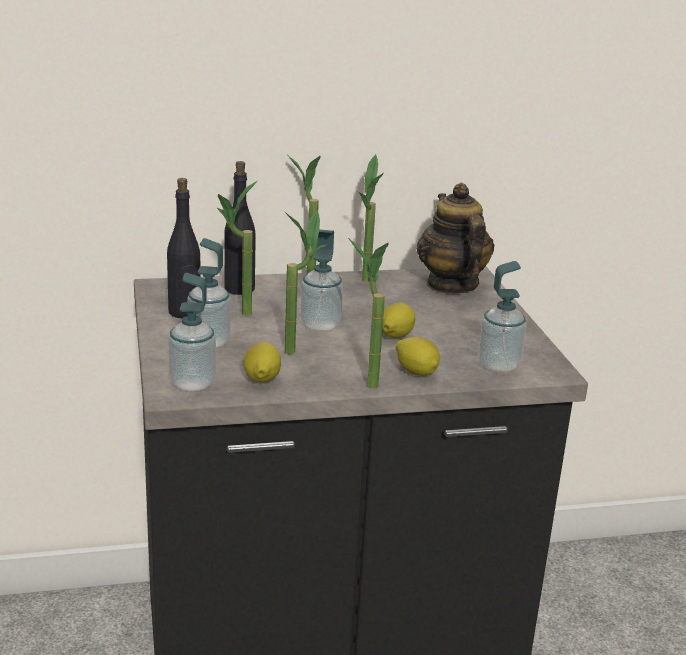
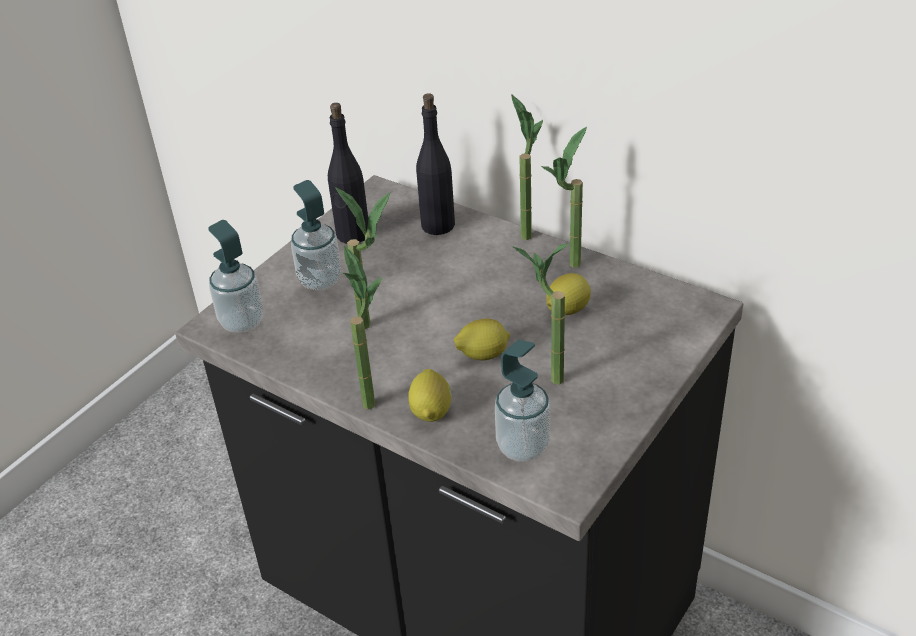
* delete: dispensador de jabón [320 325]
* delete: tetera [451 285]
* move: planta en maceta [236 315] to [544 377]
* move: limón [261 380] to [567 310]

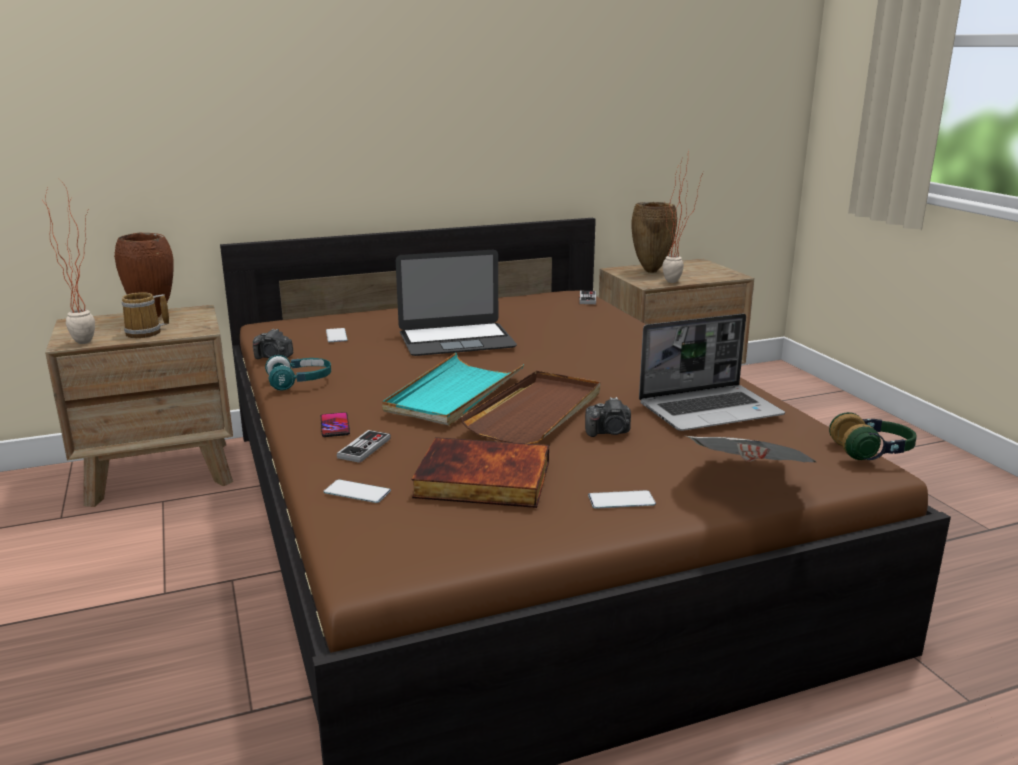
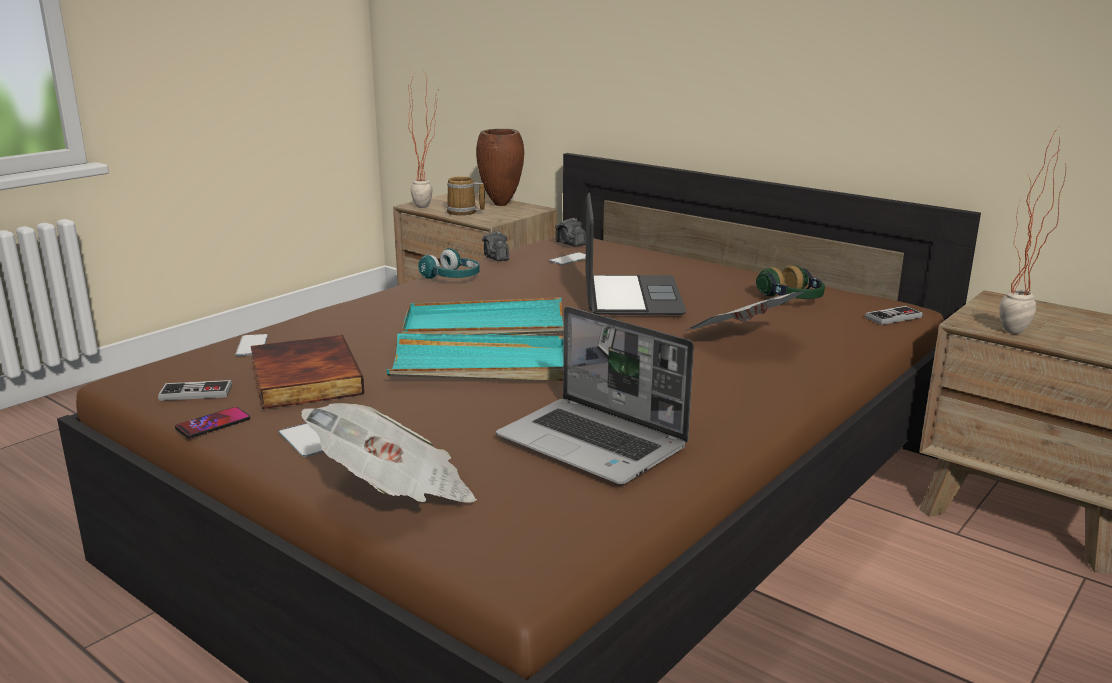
* delete: florero/marrón [651 271]
* insert: periódico [740 340]
* move: móvil [335 426] to [213 424]
* move: mando de consola [364 448] to [196 393]
* move: cámara [609 432] to [570 244]
* move: auriculares [872 452] to [792 300]
* recolor: bandeja/marrón [537 412] to bandeja/turquesa [480 365]
* rotate: portátil [456 339] = [631 296] 135 degrees counterclockwise

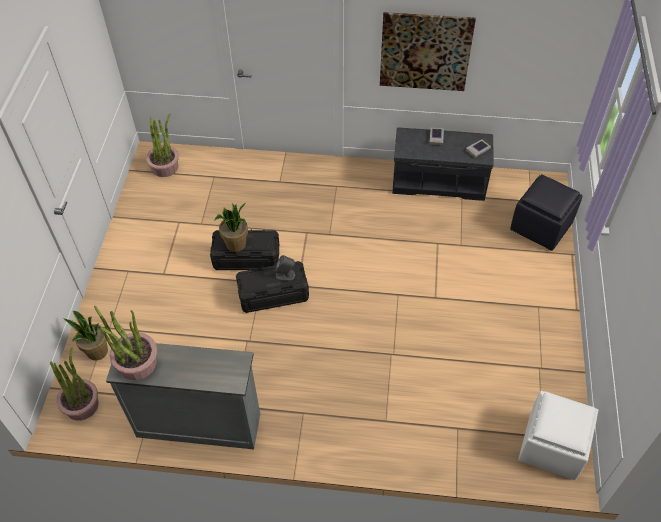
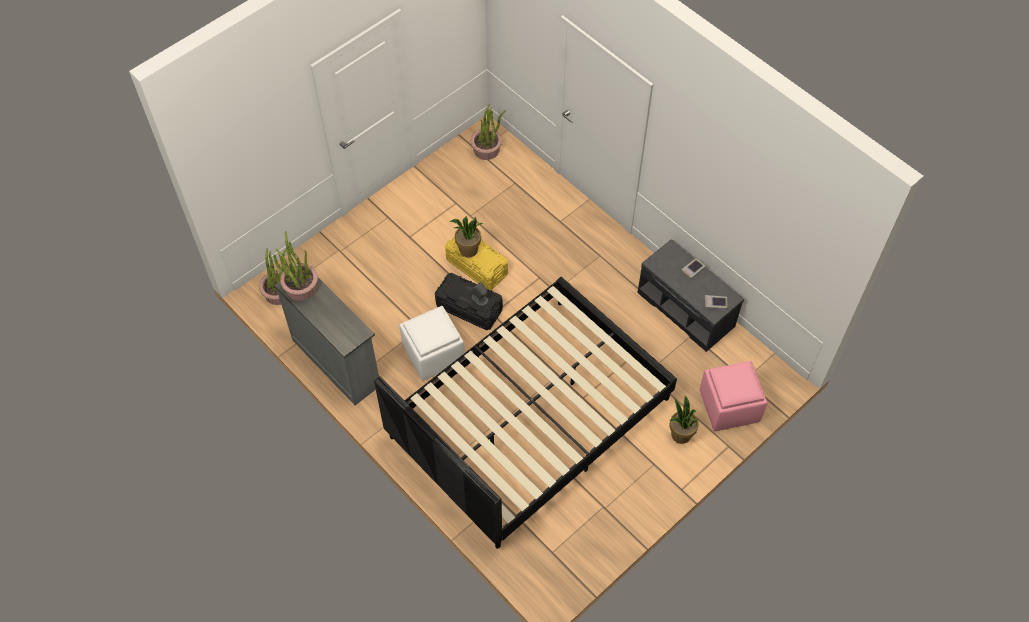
* delete: cuadro [425 52]
* insert: cama/negro [529 417]
* move: planta en maceta [97 351] to [680 435]
* move: puf/blanco [552 447] to [433 354]
* recolor: caja de almacenaje/negro [246 258] to caja de almacenaje/amarillo [476 266]
* recolor: puf/negro [542 226] to puf/rosa [730 406]

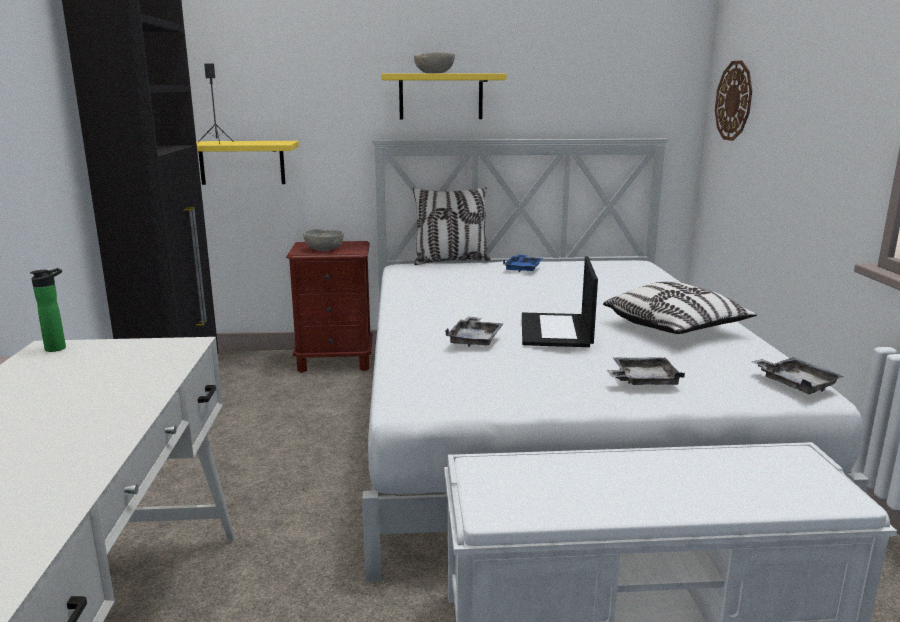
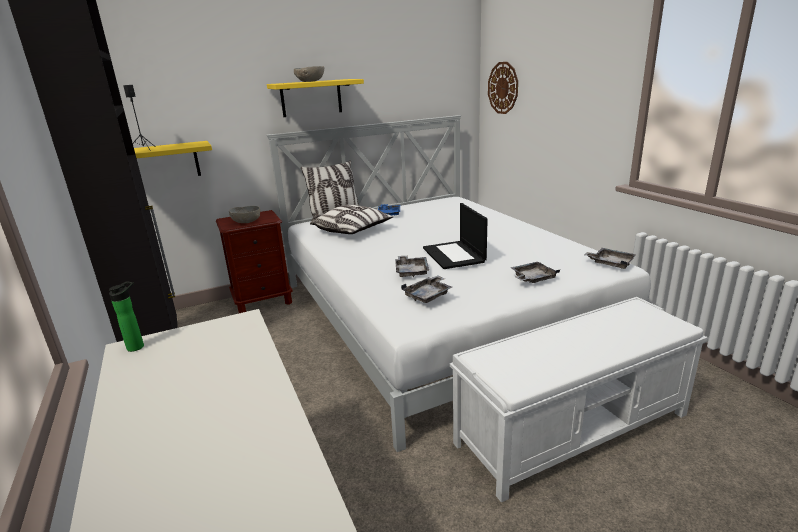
* insert: bandeja/gris [428 295]
* move: cojín [676 328] to [353 231]

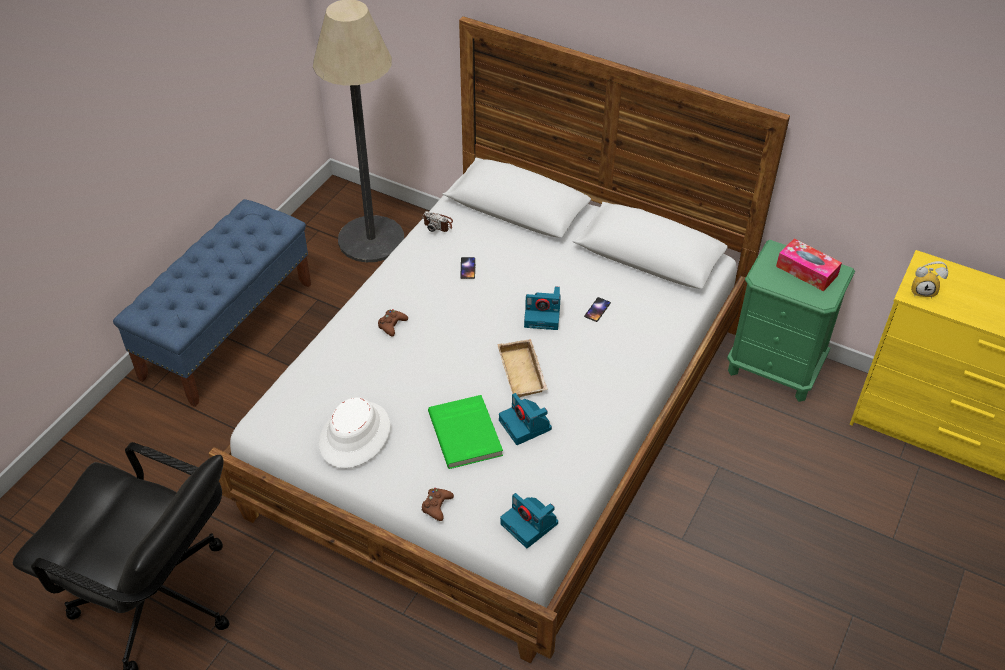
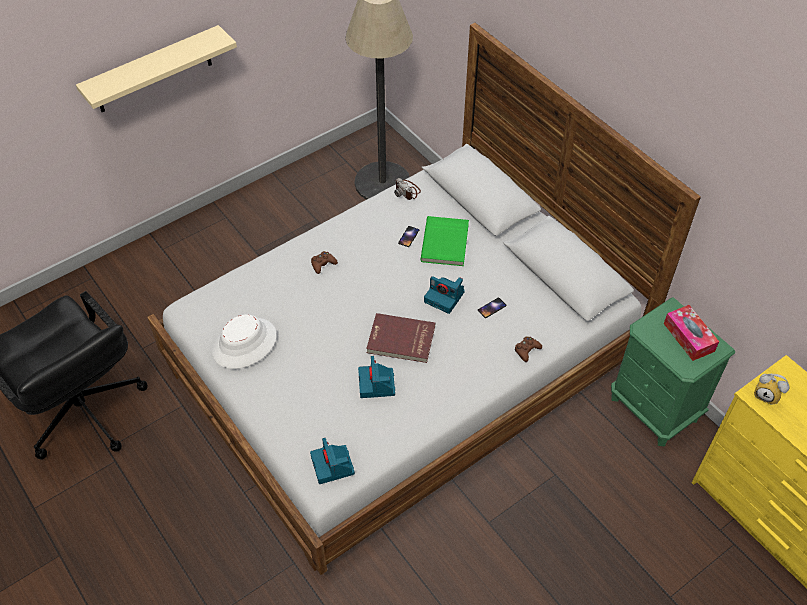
* delete: banco/azul [228 329]
* insert: estante/beis [153 70]
* move: mando de consola/marrón [436 506] to [526 350]
* move: libro/verde [466 433] to [446 243]
* replace: bandeja/beis [524 373] to libro/rojo [400 340]

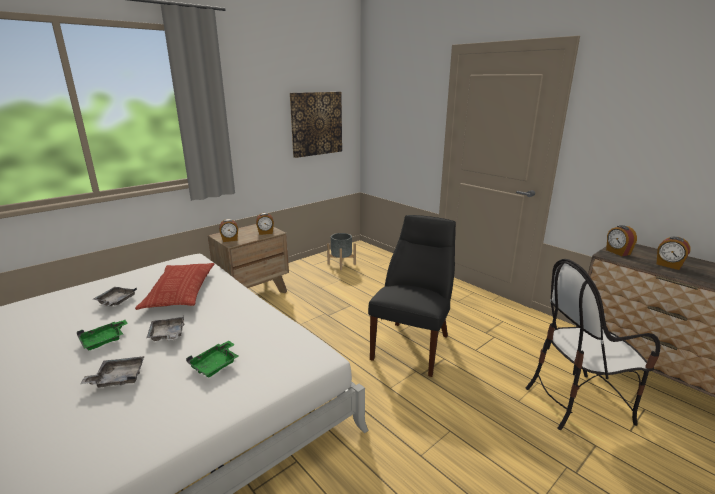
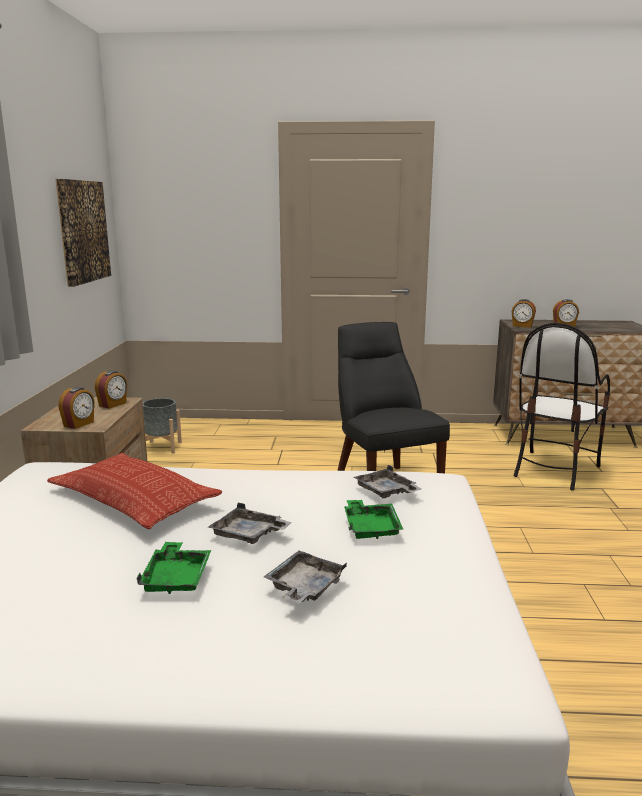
* move: bandeja/gris [115 301] to [386 492]

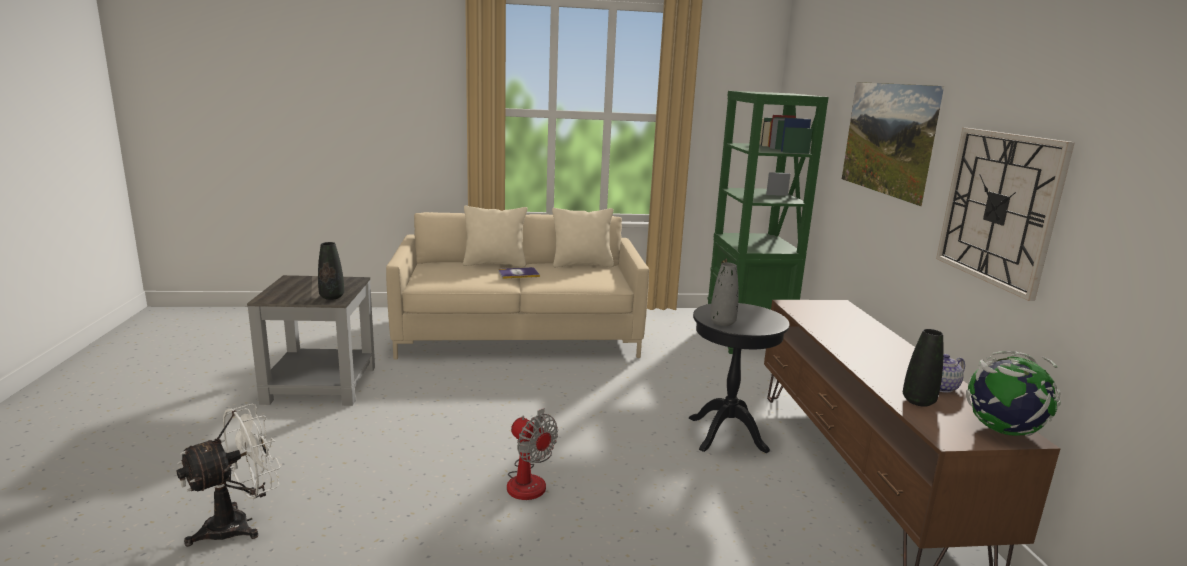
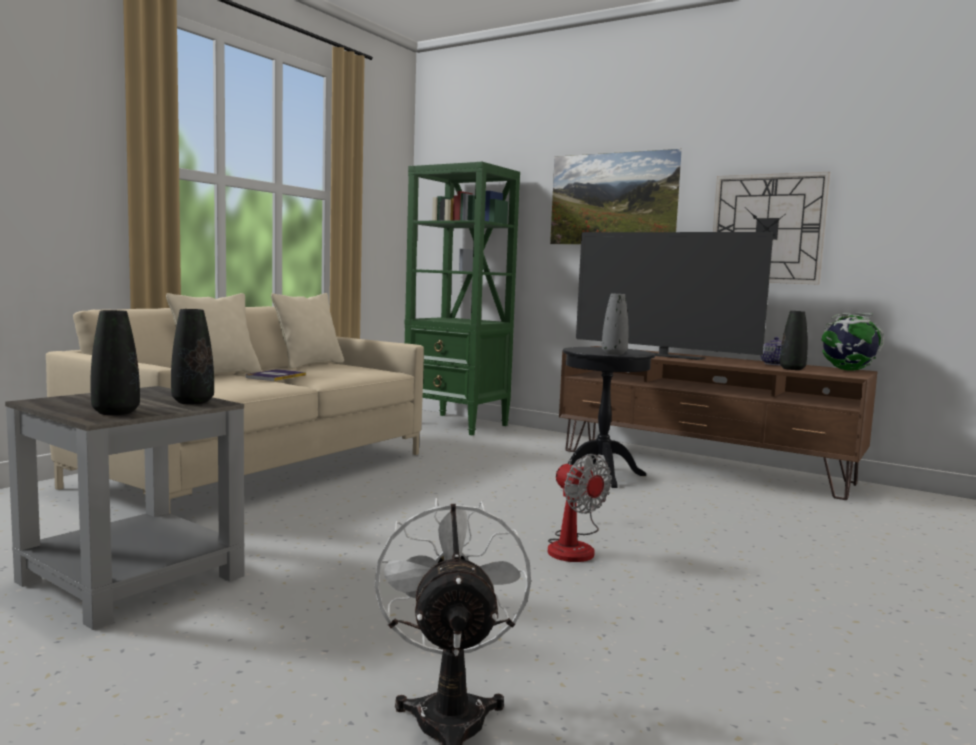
* insert: florero/negro [116 412]
* insert: televisor [662 356]
* rotate: ventilador [529 479] = [574 546] 60 degrees clockwise

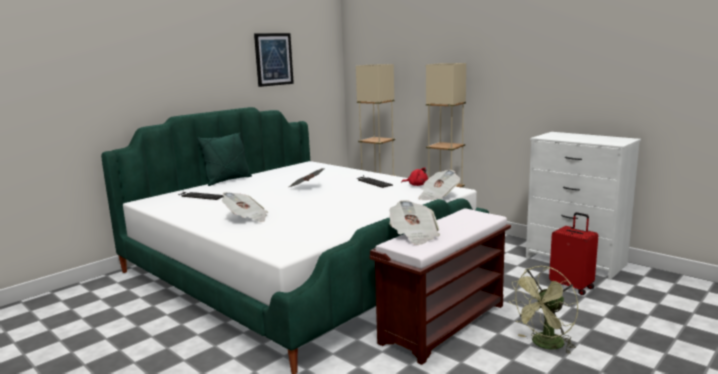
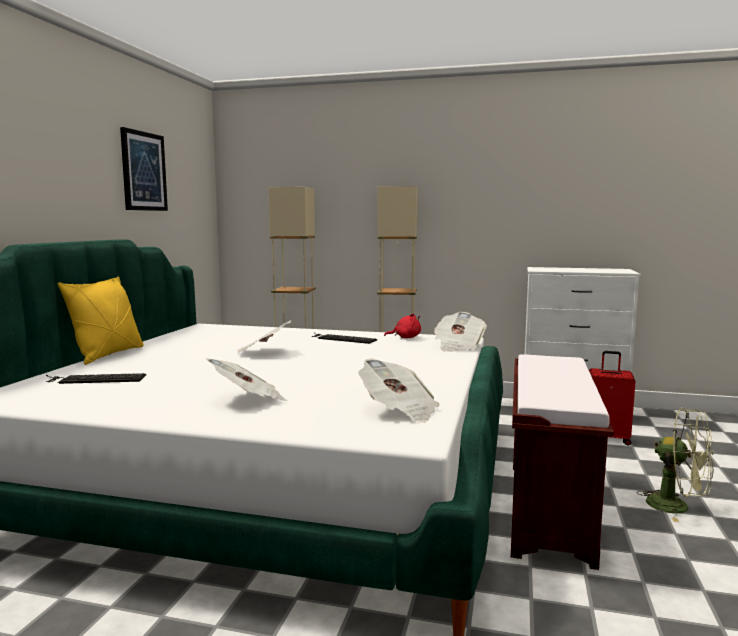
* move: periódico [414 235] to [399 411]
* recolor: cojín/verde [227 180] to cojín/amarillo [108 355]
* rotate: ventilador/verde [544 345] = [677 507] 75 degrees counterclockwise

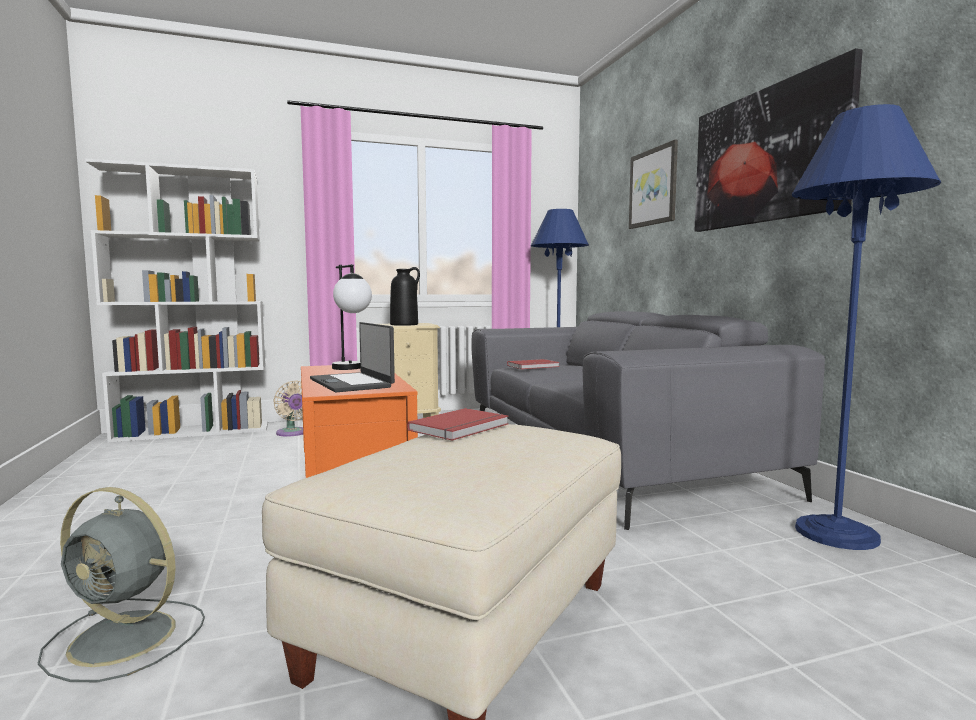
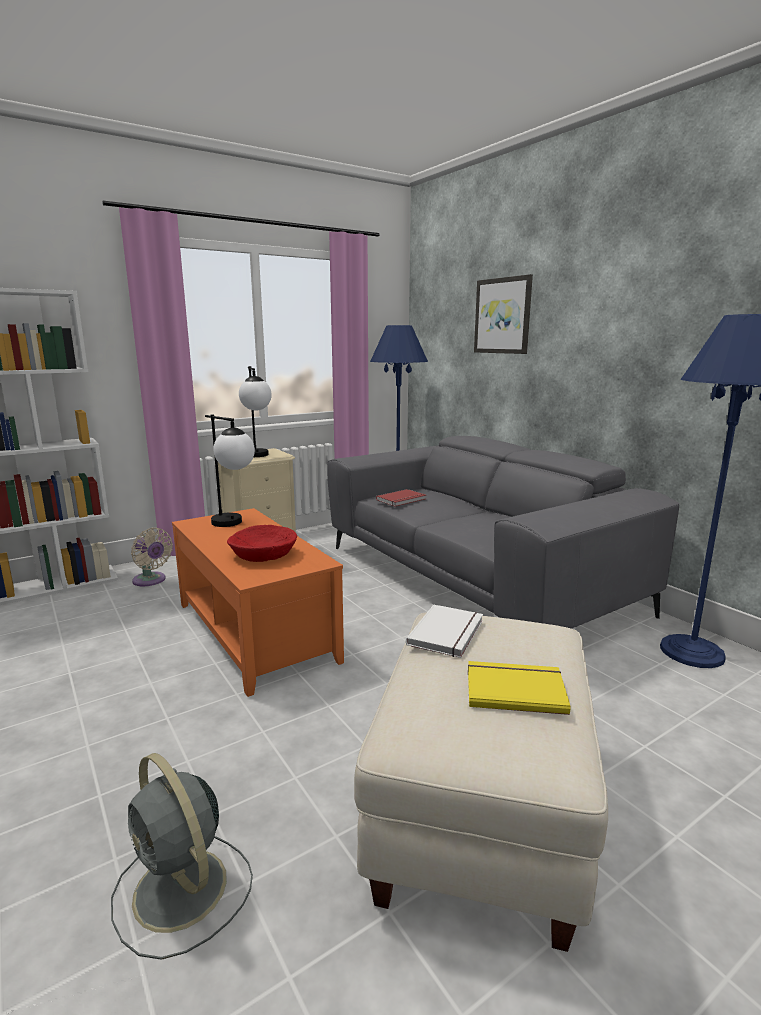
* delete: cuadro [767 156]
* insert: libro/amarillo [514 689]
* replace: portátil [352 383] to cuenco/rojo [264 555]
* replace: florero/negro [404 324] to lámpara de mesa [258 456]
* recolor: libro/rojo [461 428] to libro/blanco [448 633]
* rotate: ventilador/gris [126 638] = [182 891] 45 degrees clockwise

